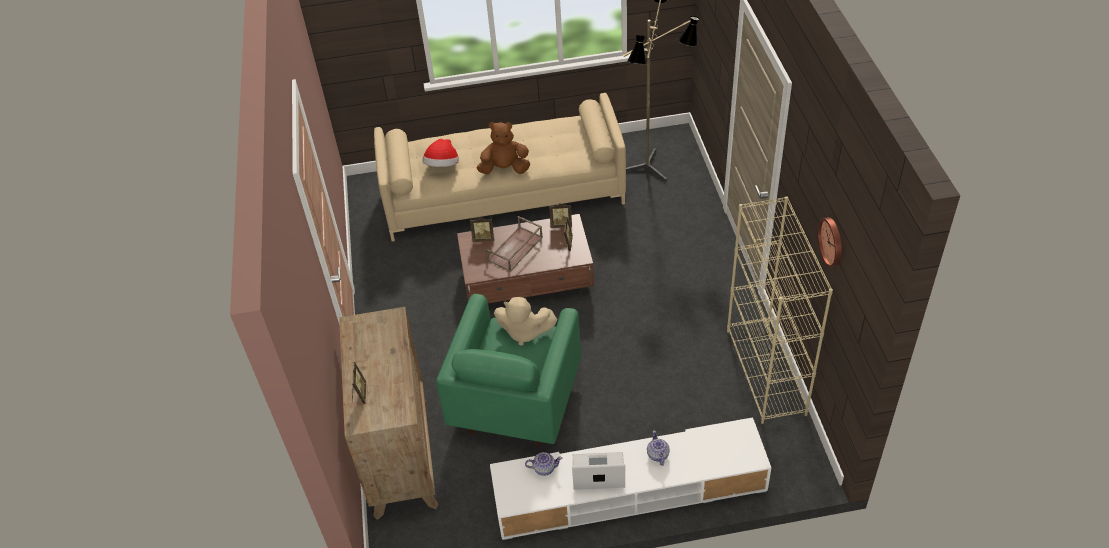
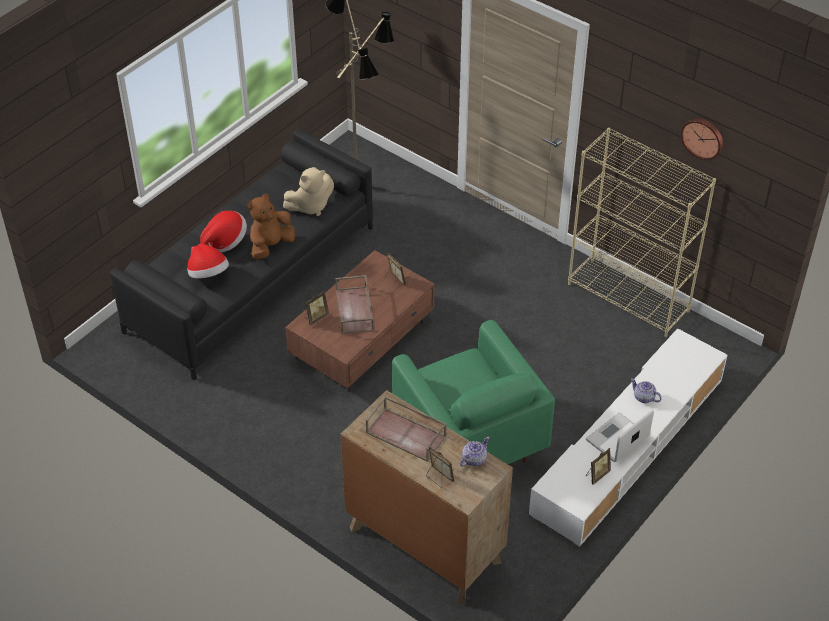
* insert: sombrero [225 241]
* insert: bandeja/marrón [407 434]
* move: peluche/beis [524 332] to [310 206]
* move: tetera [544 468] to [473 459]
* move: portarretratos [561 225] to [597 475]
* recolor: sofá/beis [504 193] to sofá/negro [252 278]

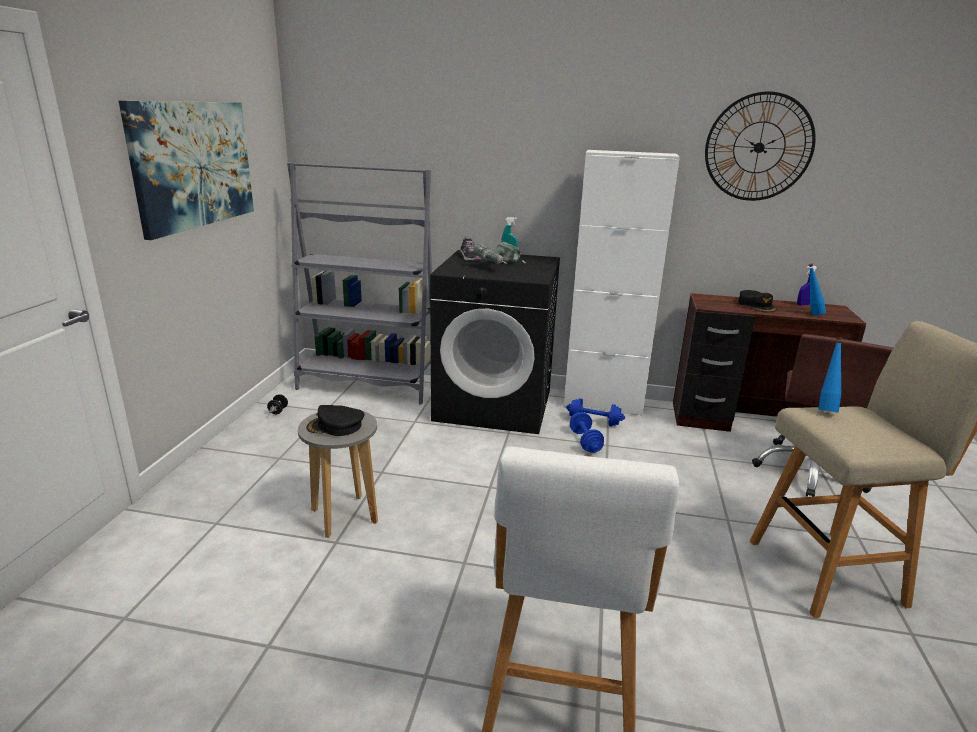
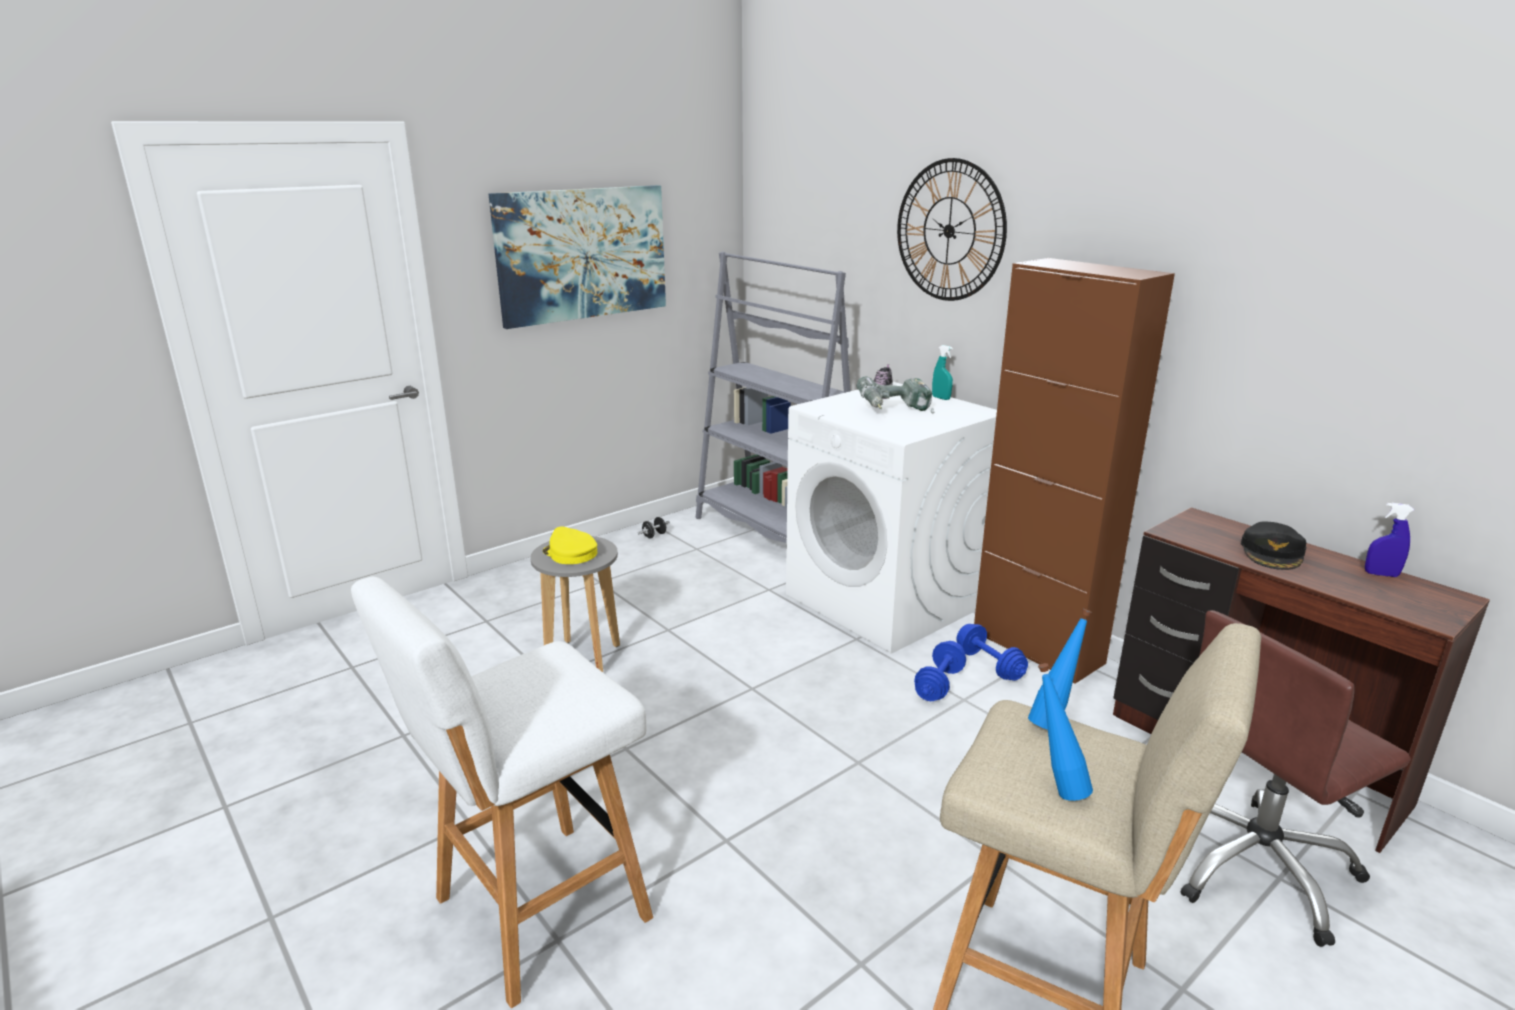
* move: reloj de pared [759 147] to [949 231]
* move: botella/azul [810 314] to [1055 787]
* recolor: gorra/negro [335 426] to gorra/amarillo [570 553]
* recolor: lavadora/negro [494 405] to lavadora/blanco [885 601]
* recolor: armario/blanco [602 404] to armario/marrón [1037 648]

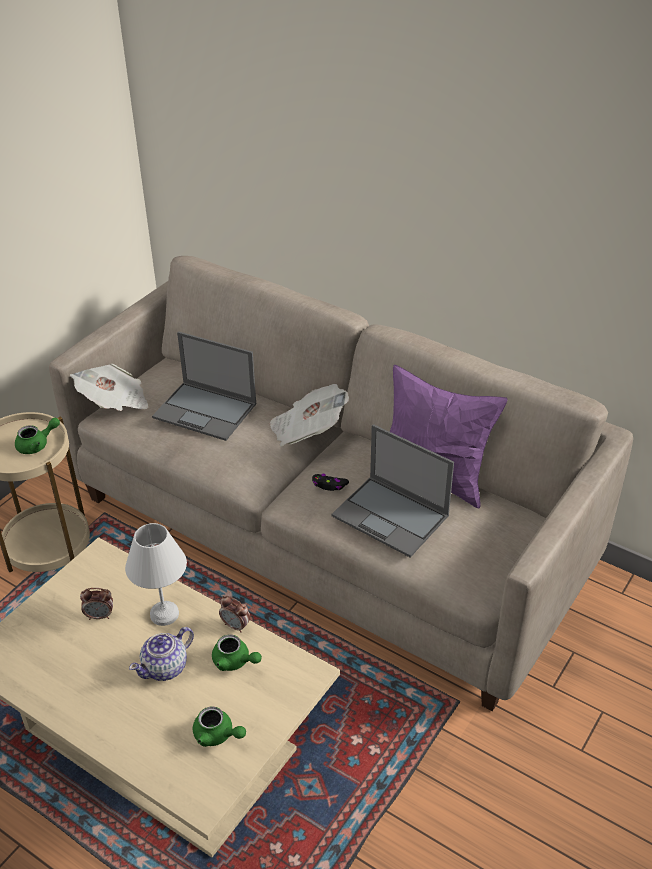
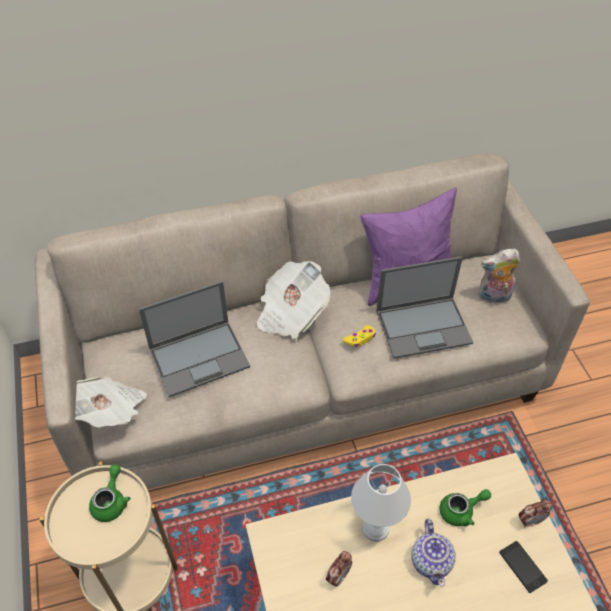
* insert: peluche [493 297]
* move: despertador [236 626] to [530 520]
* replace: tetera/verde [217 735] to móvil [522 566]
* recolor: mando de consola/negro [329 485] to mando de consola/amarillo [360 339]

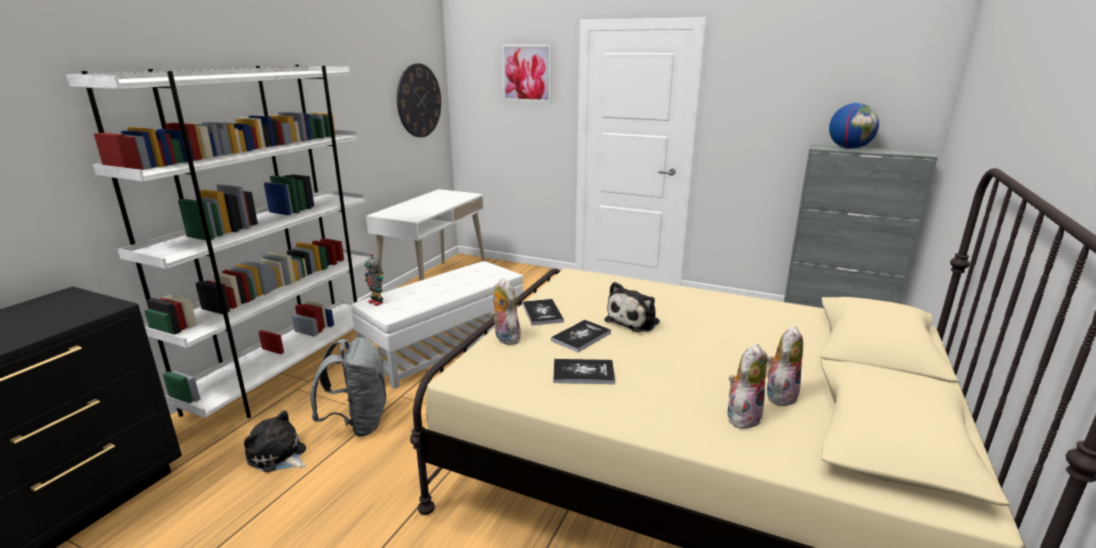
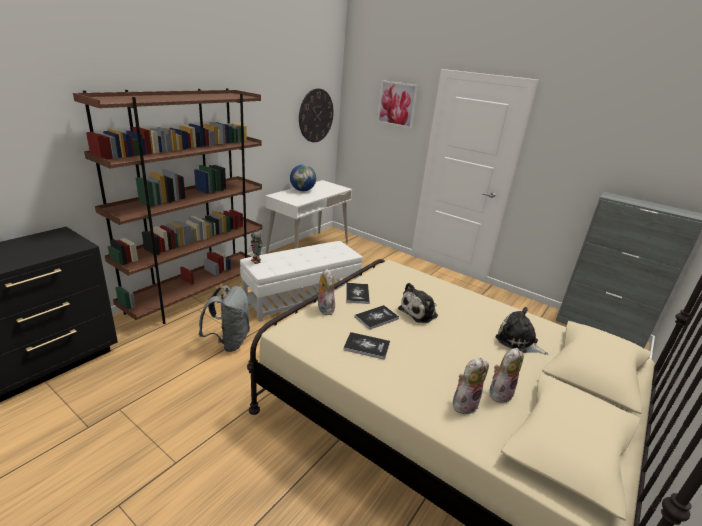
* move: peluche [278 456] to [518 341]
* move: globo terráqueo [849 148] to [302 190]
* recolor: estantería/blanco [290 370] to estantería/marrón [197 295]

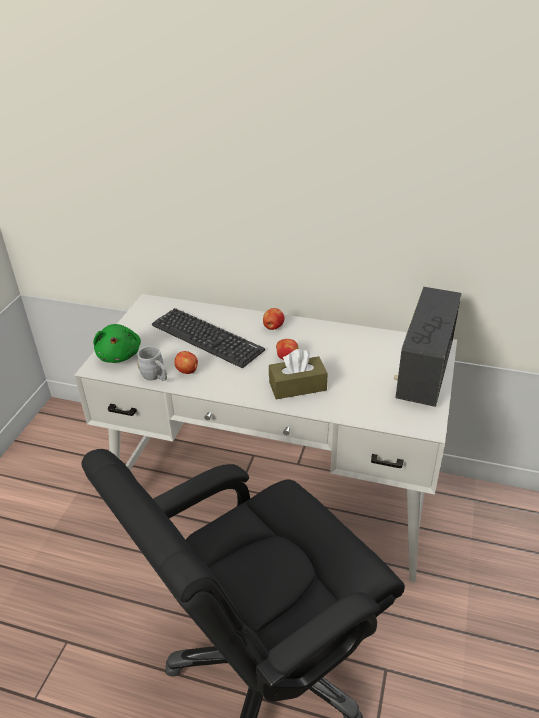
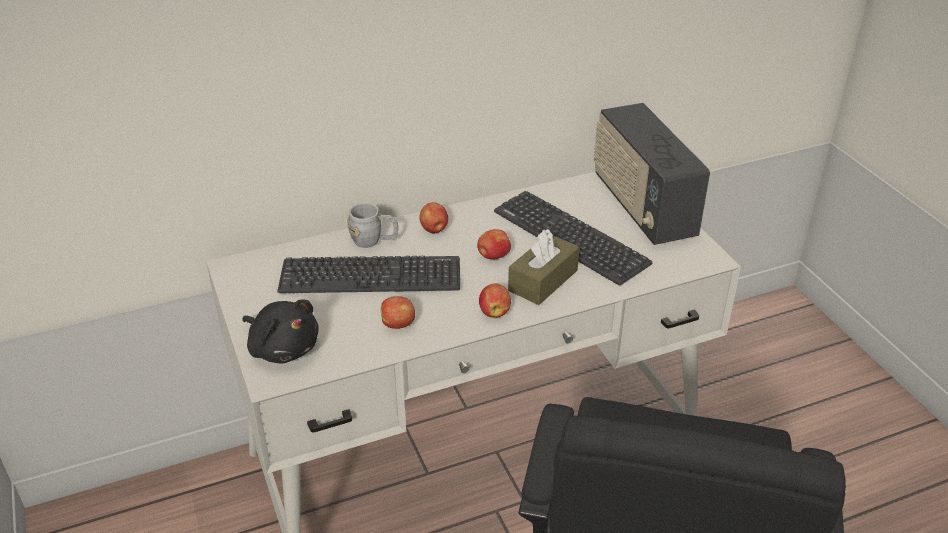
* insert: manzana [494 312]
* insert: teclado [570 237]
* move: taza grande/gris [155 377] to [374 241]
* recolor: peluche/verde [119 355] to peluche/negro [283 348]

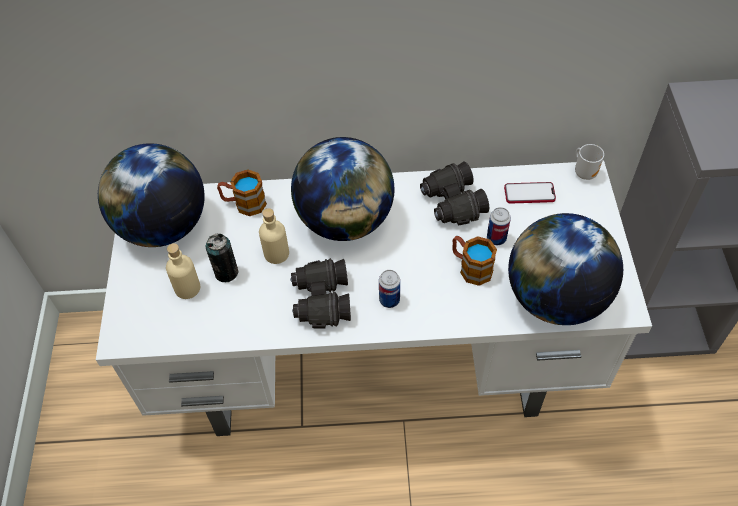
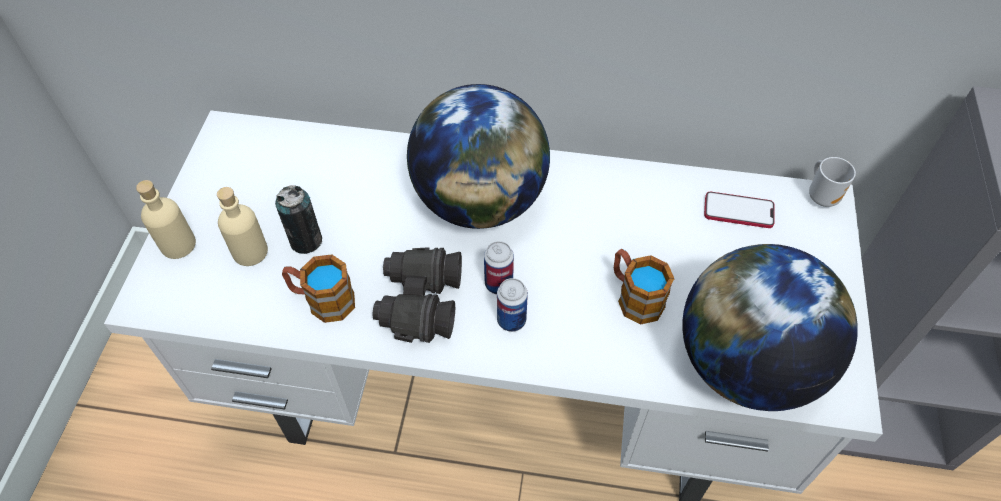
* delete: globo terráqueo [163 226]
* delete: prismáticos/negro [452 203]
* move: taza grande [244 203] to [322 300]
* move: botella/beis [276 253] to [178 245]
* move: lata [496 238] to [498 284]

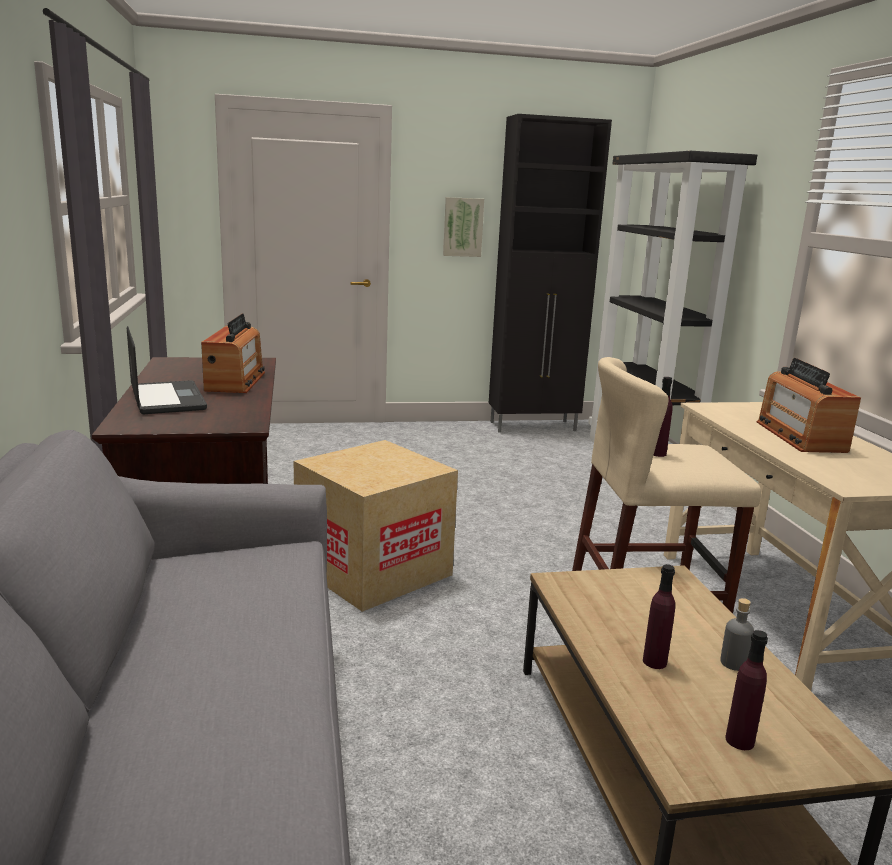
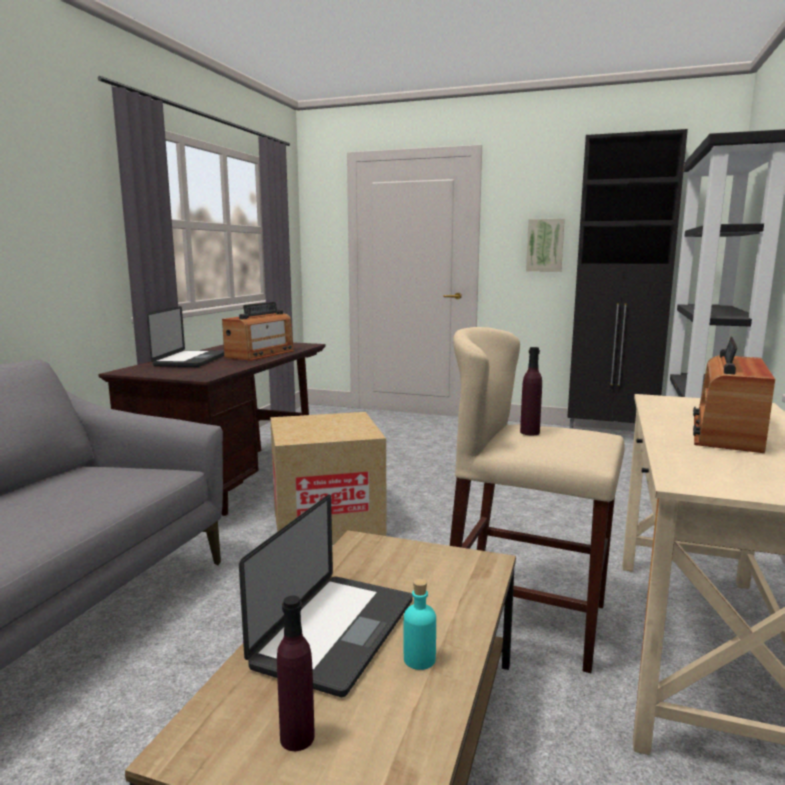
* replace: botella/morado [654 662] to portátil [336 633]
* recolor: botella/gris [733 663] to botella/turquesa [419 659]

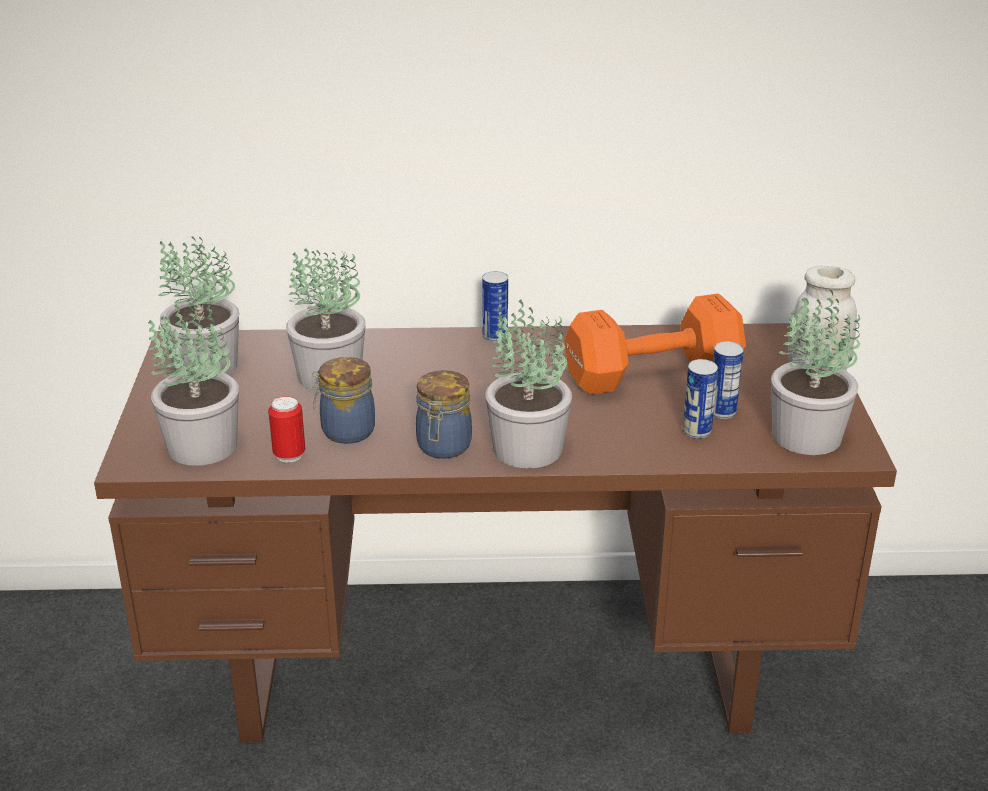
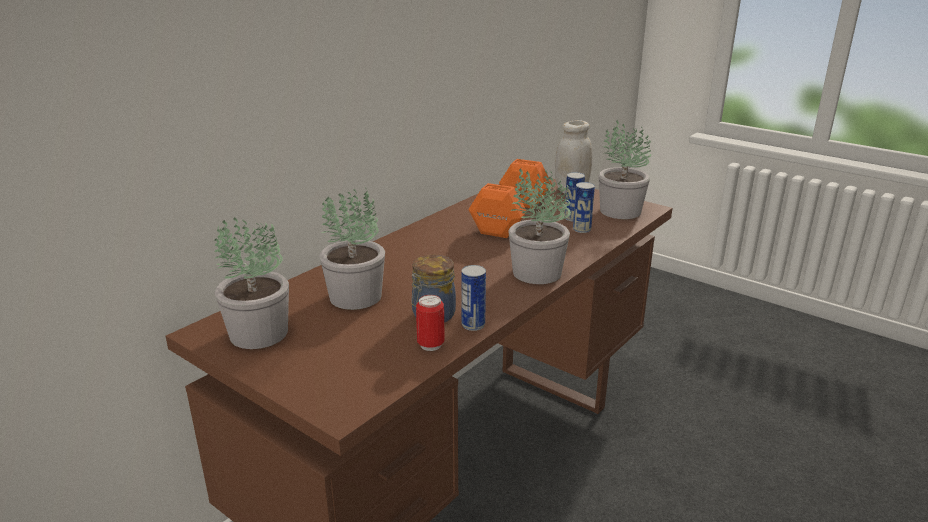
* delete: planta en maceta [202 445]
* delete: tarro [443 447]
* move: lata [495 336] to [473 325]

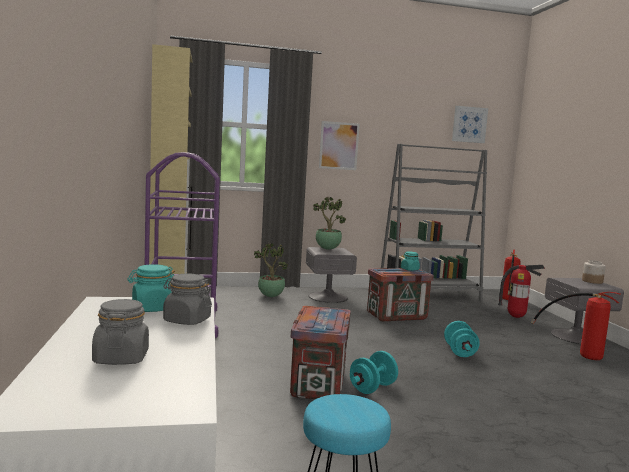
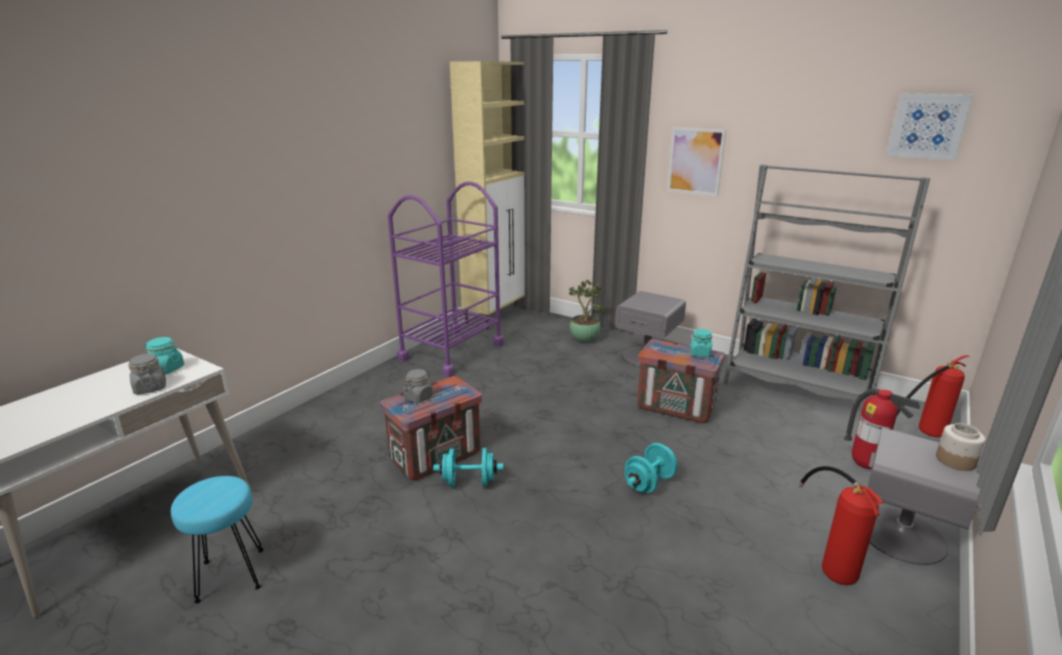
* delete: planta en maceta [327 249]
* move: tarro/gris [121 358] to [418 397]

